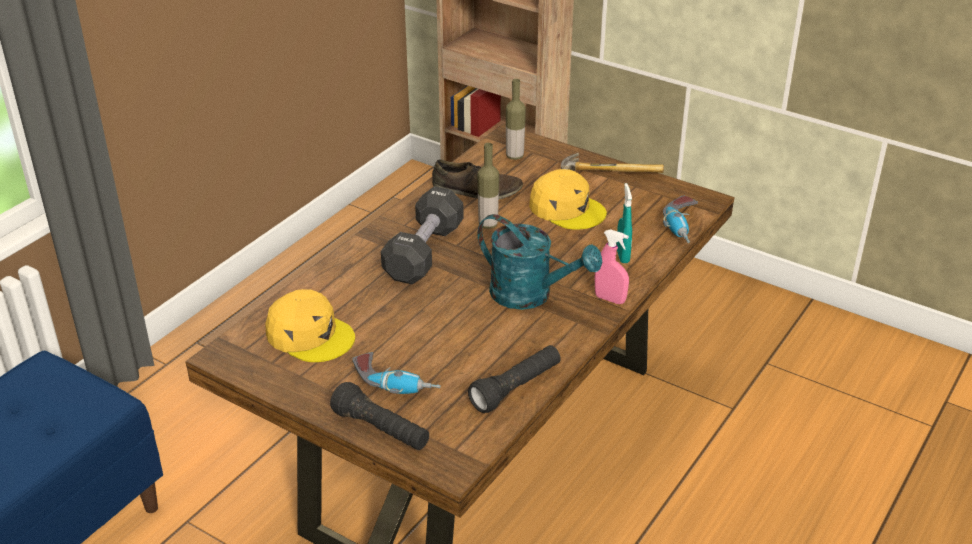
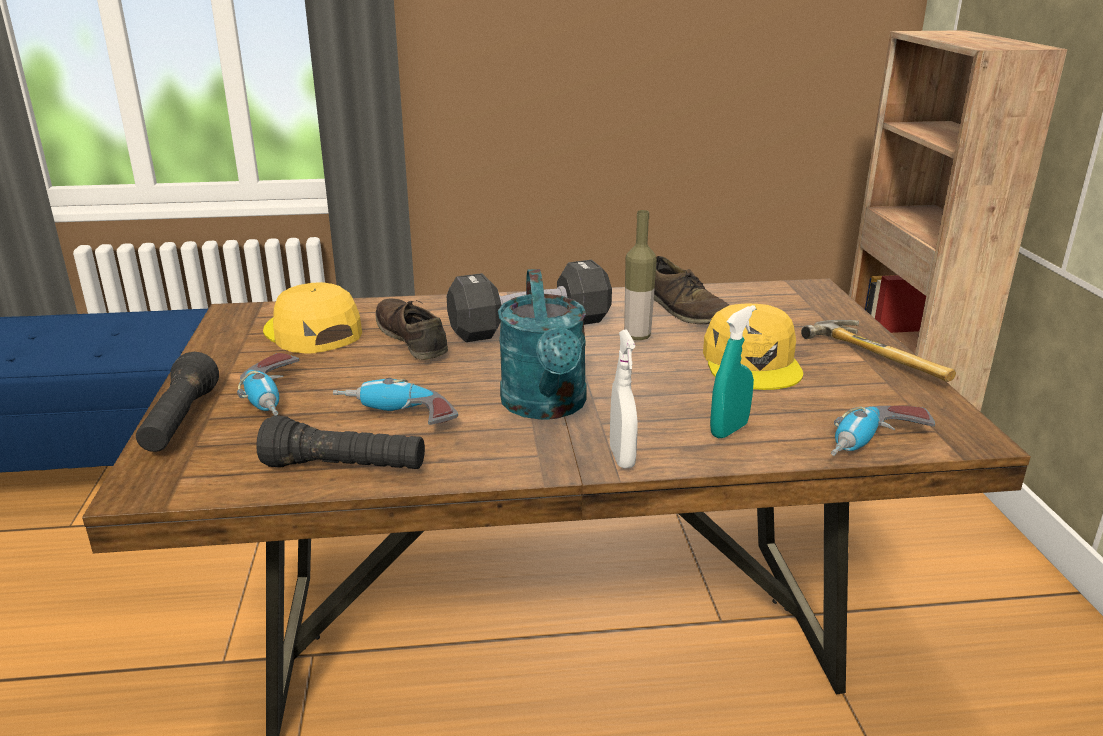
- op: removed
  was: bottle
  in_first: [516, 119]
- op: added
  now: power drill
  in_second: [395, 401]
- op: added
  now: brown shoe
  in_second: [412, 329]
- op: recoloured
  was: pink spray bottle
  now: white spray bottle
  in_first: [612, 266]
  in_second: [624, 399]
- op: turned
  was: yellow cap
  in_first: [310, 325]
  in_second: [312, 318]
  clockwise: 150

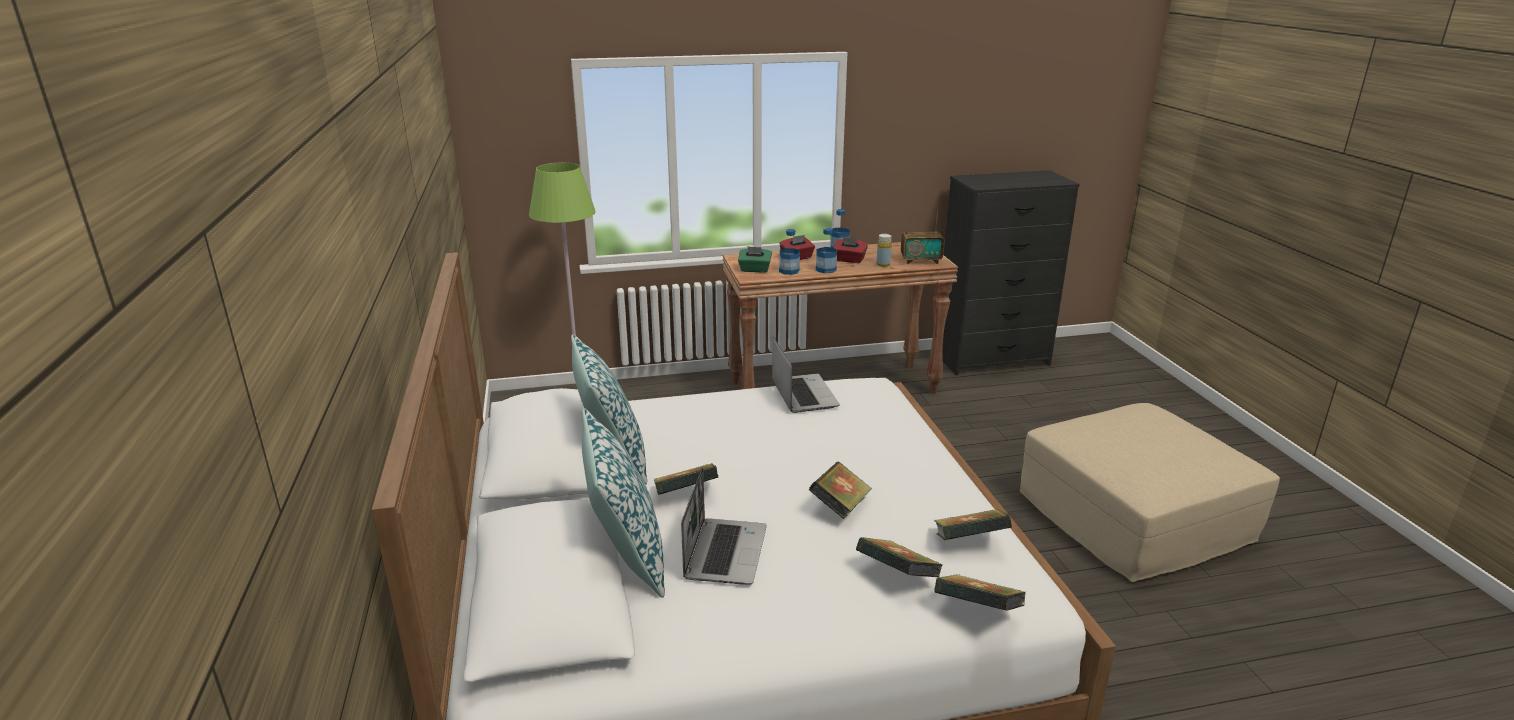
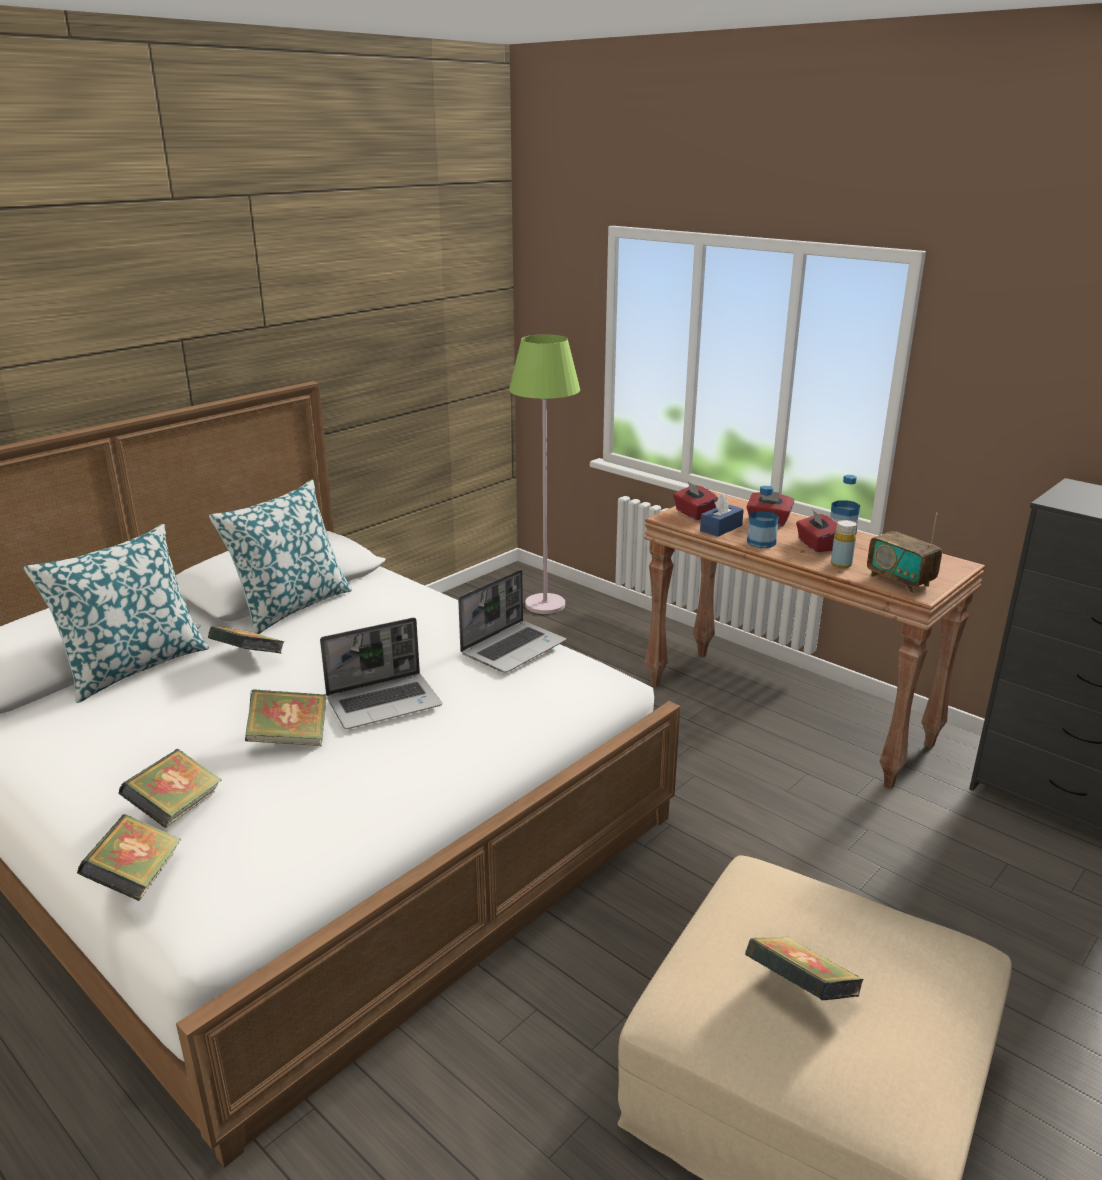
- op: moved
  was: laptop
  in_first: [724, 526]
  in_second: [381, 673]
- op: moved
  was: book
  in_first: [973, 524]
  in_second: [804, 968]
- op: replaced
  was: bottle
  now: blue tissue box
  in_first: [789, 252]
  in_second: [722, 515]
- op: recoloured
  was: green tissue box
  now: red tissue box
  in_first: [755, 259]
  in_second: [695, 501]

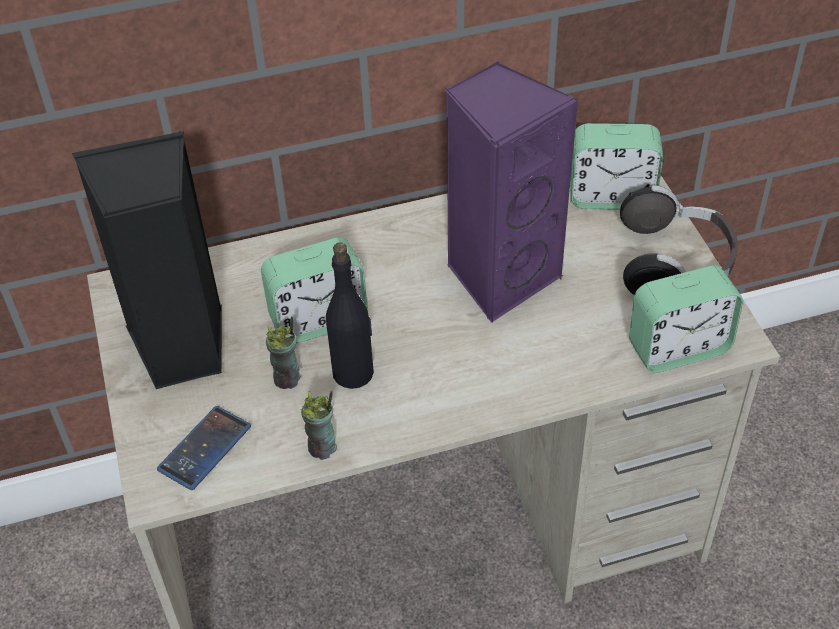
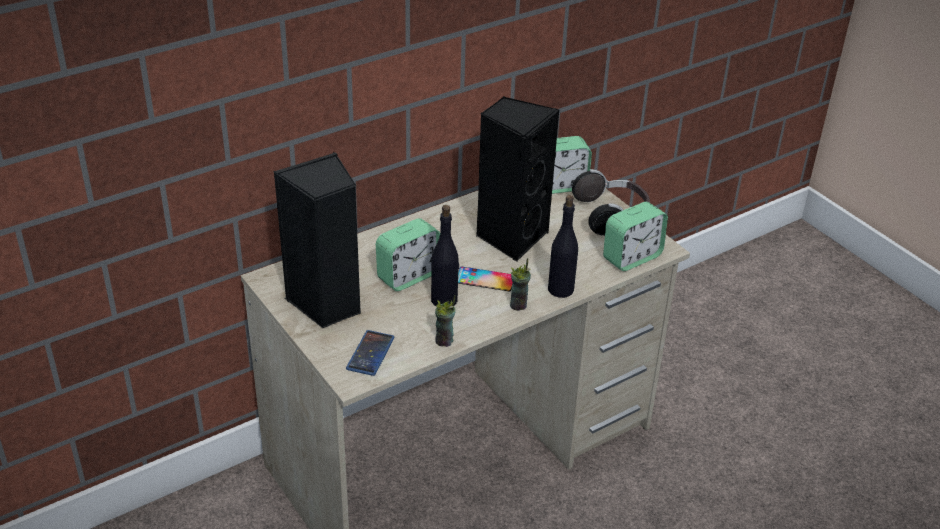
- op: added
  now: phone
  in_second: [485, 279]
- op: added
  now: black bottle
  in_second: [563, 246]
- op: moved
  was: cup
  in_first: [283, 352]
  in_second: [520, 284]
- op: recoloured
  was: purple speaker
  now: black speaker
  in_first: [511, 192]
  in_second: [517, 179]

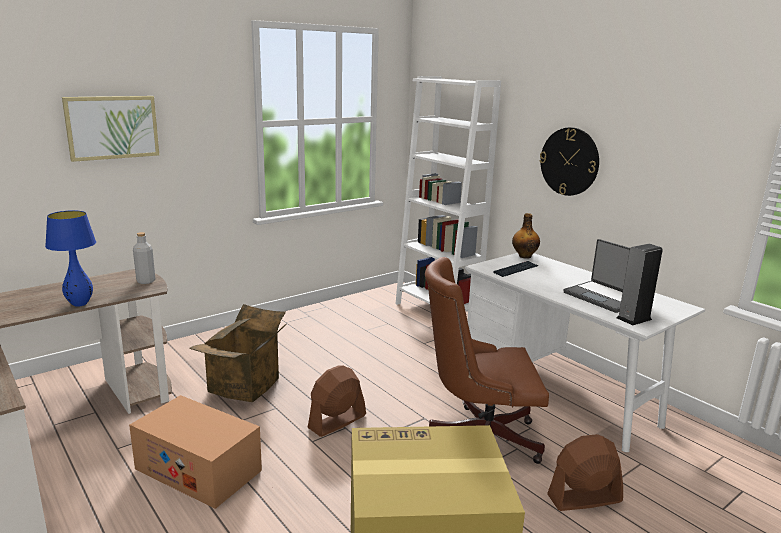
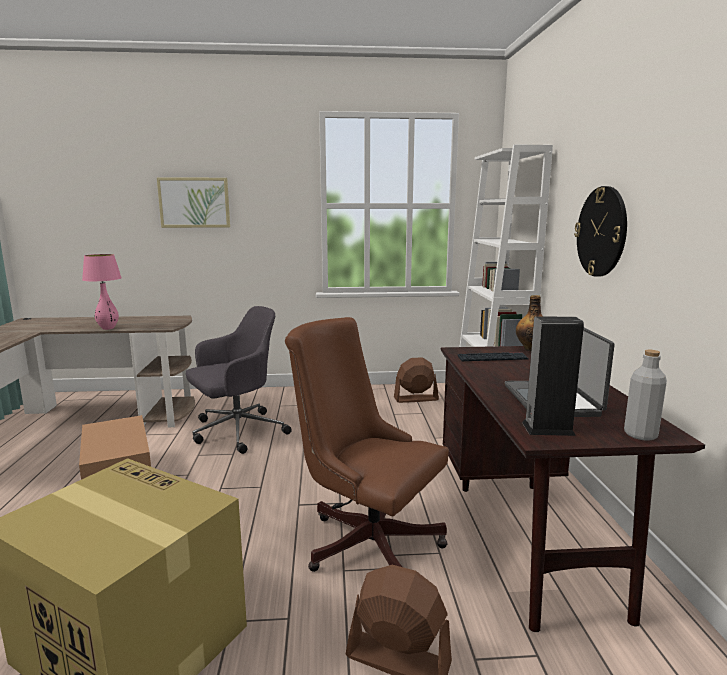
- op: moved
  was: grey bottle
  in_first: [144, 258]
  in_second: [645, 395]
- op: moved
  was: brown fan
  in_first: [337, 401]
  in_second: [416, 380]
- op: replaced
  was: cardboard box
  now: grey office chair
  in_first: [238, 353]
  in_second: [239, 380]
- op: recoloured
  was: blue table lamp
  now: pink table lamp
  in_first: [70, 258]
  in_second: [102, 292]
- op: recoloured
  was: white desk
  now: brown desk
  in_first: [585, 352]
  in_second: [573, 489]

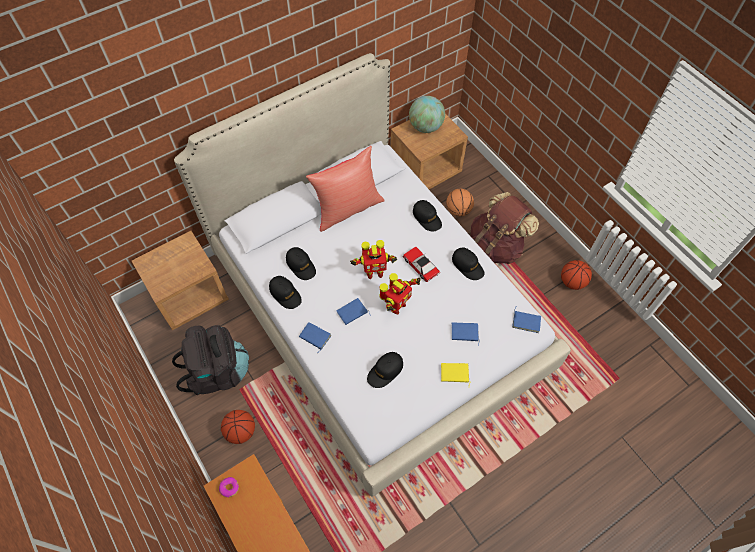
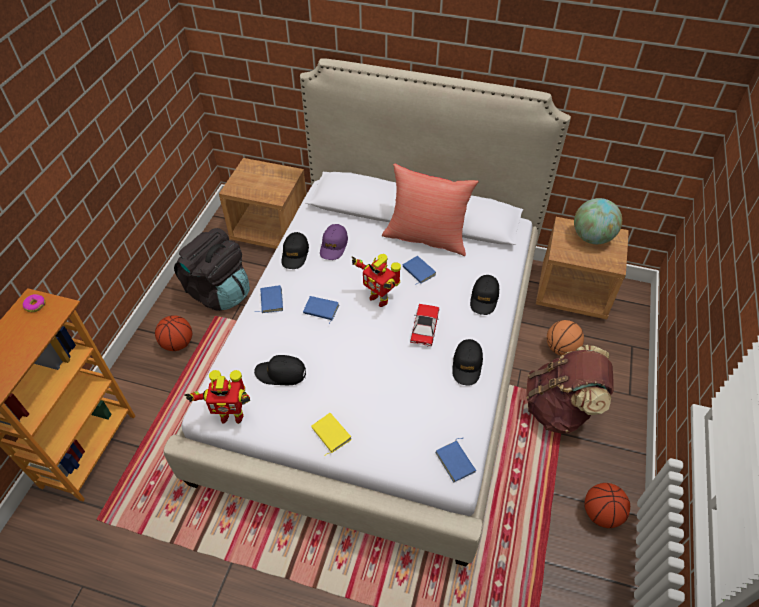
- op: moved
  was: toy robot
  in_first: [400, 293]
  in_second: [217, 397]
- op: moved
  was: blue book
  in_first: [466, 334]
  in_second: [419, 270]
- op: recoloured
  was: black cap
  now: purple cap
  in_first: [301, 263]
  in_second: [334, 242]

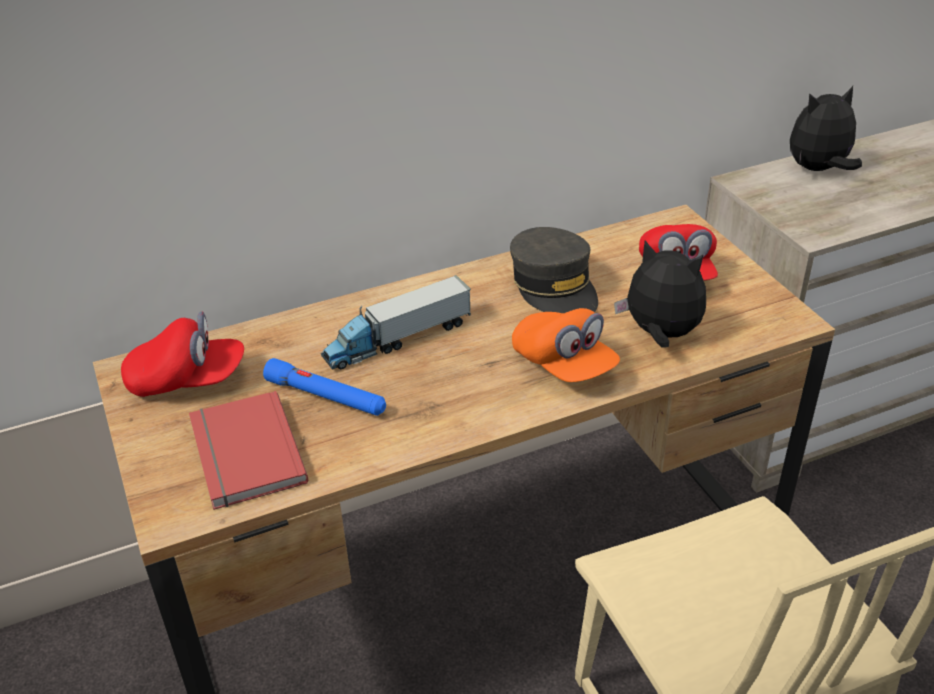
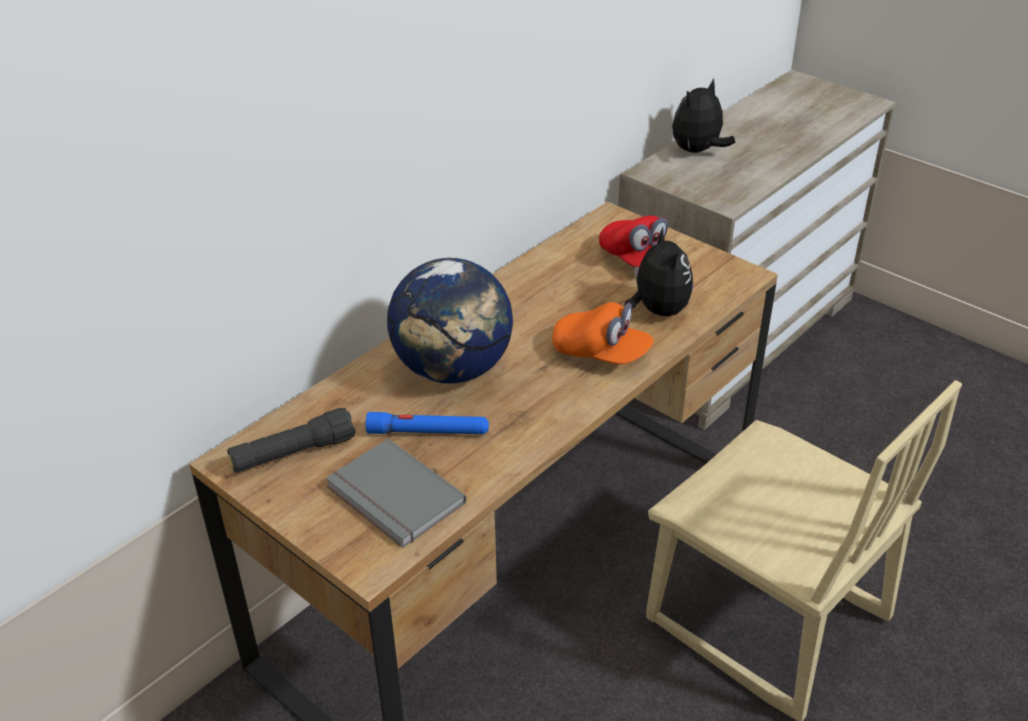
- op: removed
  was: grey cap
  in_first: [554, 270]
- op: replaced
  was: red cap
  now: black flashlight
  in_first: [182, 354]
  in_second: [291, 440]
- op: replaced
  was: toy truck
  now: globe
  in_first: [396, 322]
  in_second: [450, 321]
- op: recoloured
  was: red book
  now: grey book
  in_first: [248, 450]
  in_second: [396, 493]
- op: turned
  was: plush toy
  in_first: [660, 294]
  in_second: [658, 271]
  clockwise: 75

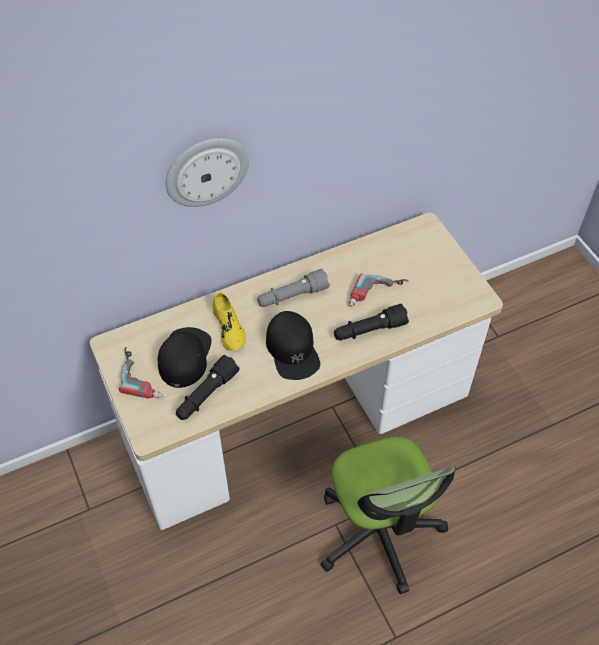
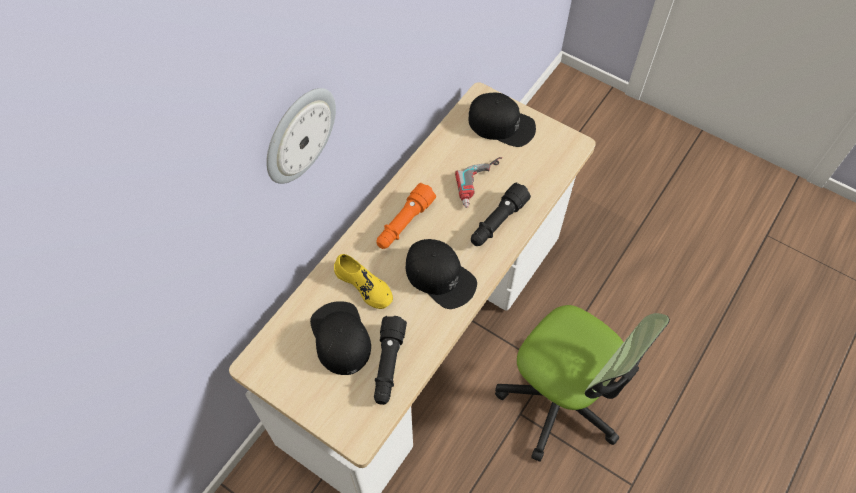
- op: removed
  was: power drill
  in_first: [141, 373]
- op: added
  now: black cap
  in_second: [502, 120]
- op: recoloured
  was: grey flashlight
  now: orange flashlight
  in_first: [293, 288]
  in_second: [406, 216]

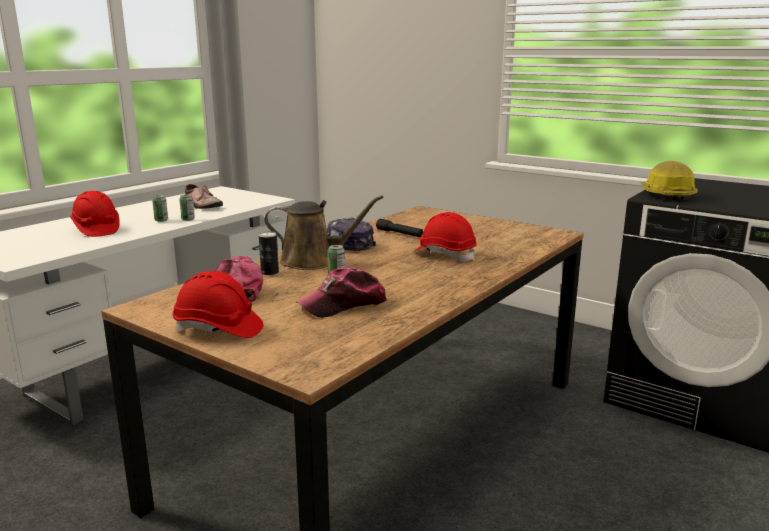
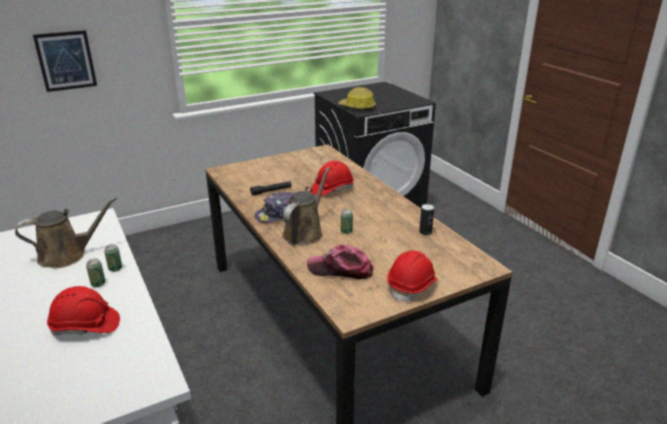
- op: removed
  was: cap
  in_first: [341, 293]
- op: added
  now: picture
  in_second: [65, 61]
- op: moved
  was: can
  in_first: [269, 253]
  in_second: [426, 219]
- op: replaced
  was: shoe
  now: brown watering can
  in_first: [204, 196]
  in_second: [66, 232]

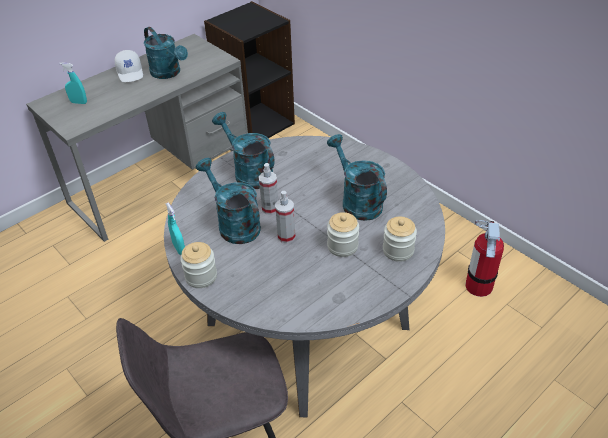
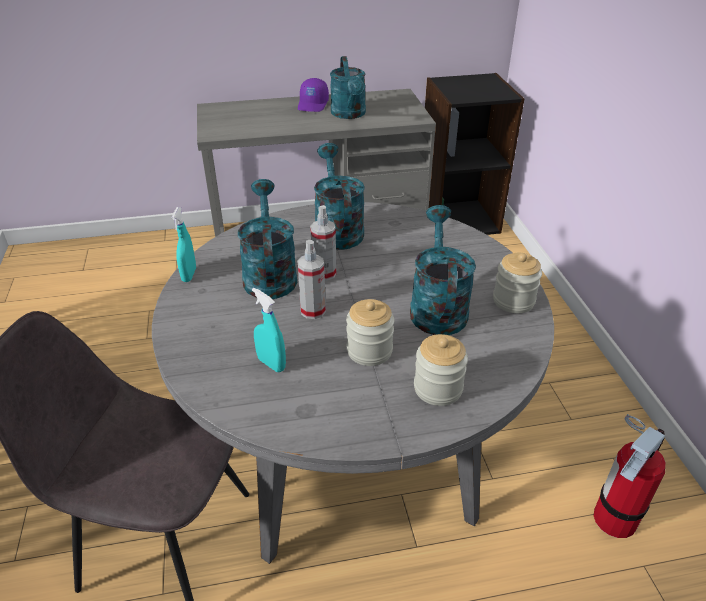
- op: moved
  was: turquoise spray bottle
  in_first: [73, 83]
  in_second: [269, 330]
- op: moved
  was: jar
  in_first: [198, 265]
  in_second: [517, 283]
- op: recoloured
  was: white cap
  now: purple cap
  in_first: [129, 66]
  in_second: [313, 95]

